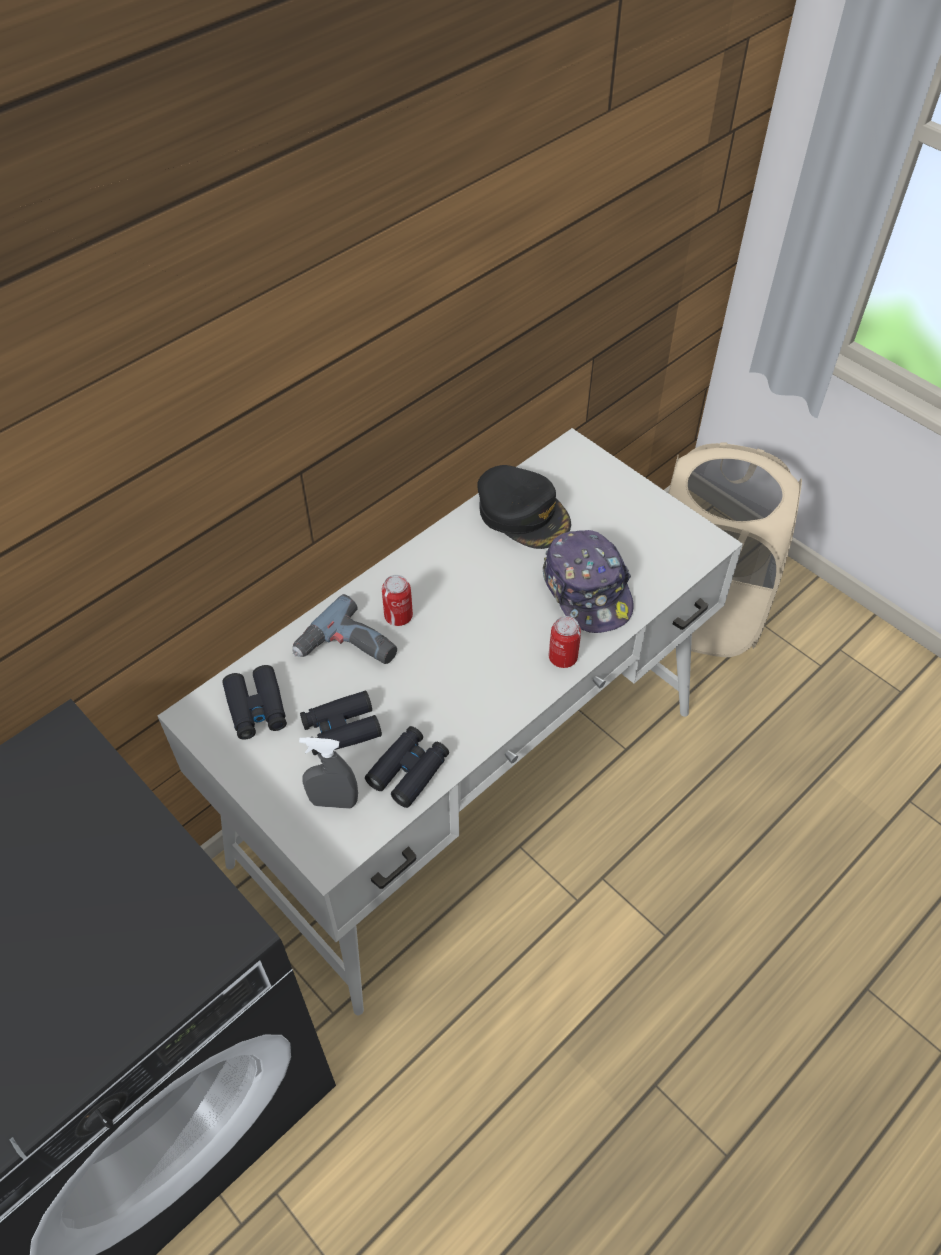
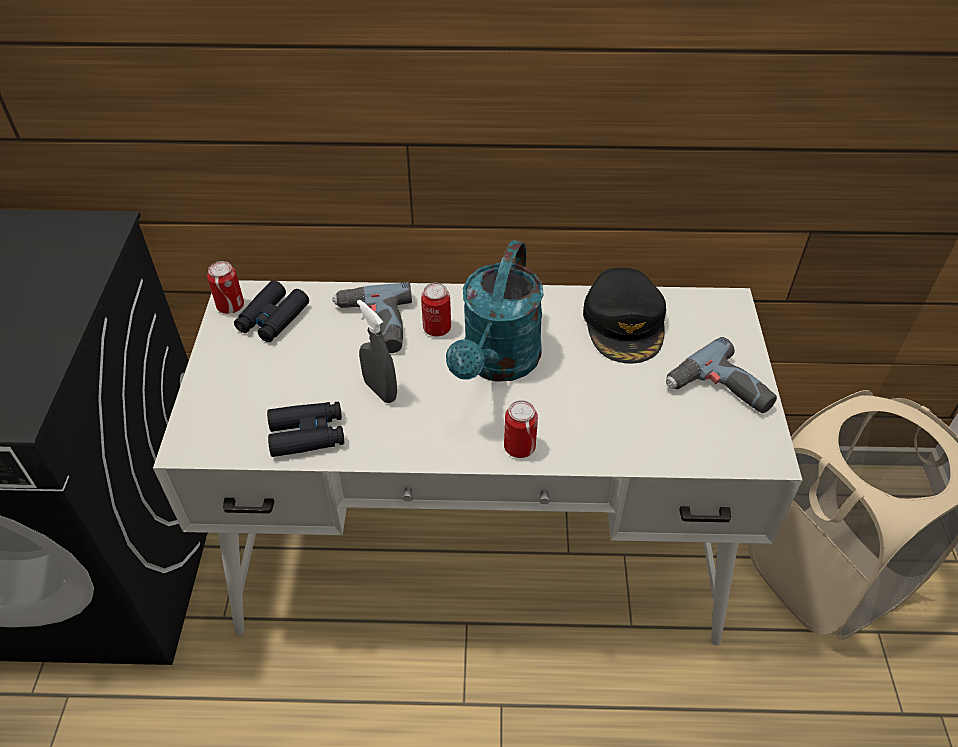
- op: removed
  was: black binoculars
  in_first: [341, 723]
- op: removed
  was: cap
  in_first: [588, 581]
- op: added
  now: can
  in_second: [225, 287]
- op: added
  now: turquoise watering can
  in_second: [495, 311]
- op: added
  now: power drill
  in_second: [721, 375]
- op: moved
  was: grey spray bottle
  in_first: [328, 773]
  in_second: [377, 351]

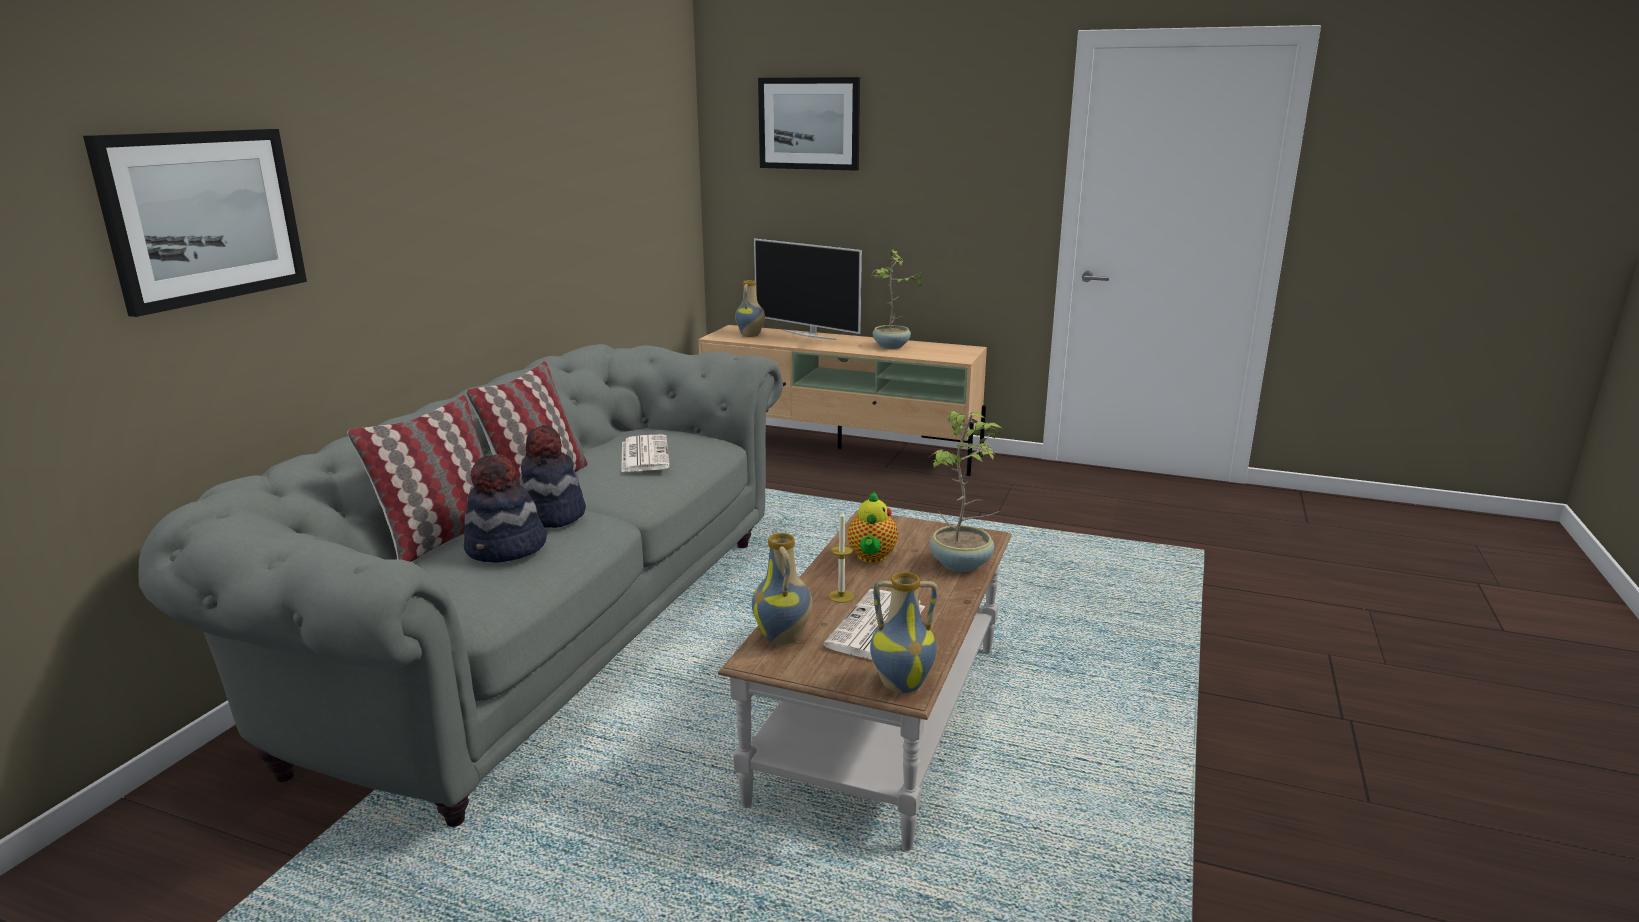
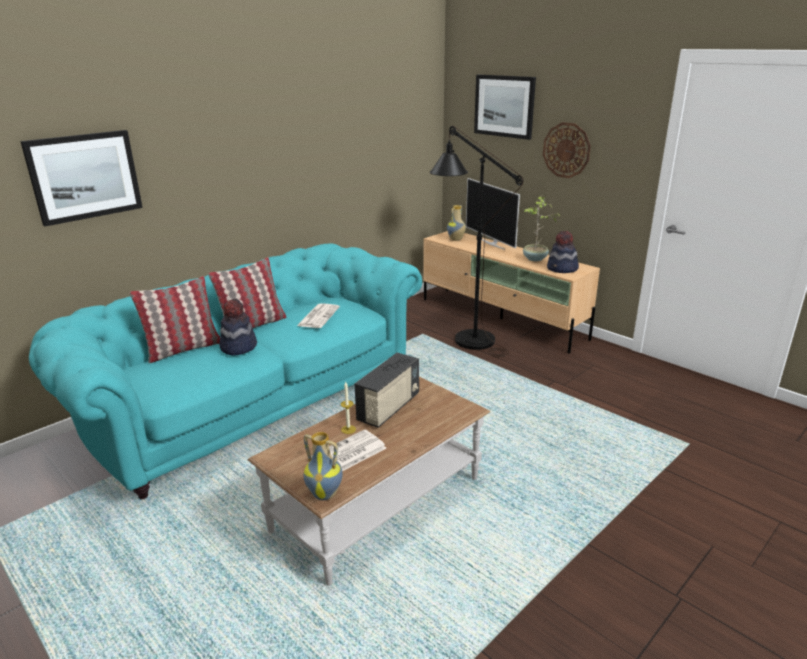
- op: removed
  was: vase
  in_first: [782, 587]
- op: removed
  was: potted plant
  in_first: [965, 491]
- op: added
  now: black floor lamp
  in_second: [476, 241]
- op: added
  now: wall clock
  in_second: [567, 150]
- op: moved
  was: hat
  in_first: [505, 508]
  in_second: [563, 252]
- op: replaced
  was: teapot
  now: radio
  in_first: [873, 527]
  in_second: [387, 390]
- op: recoloured
  was: grey sofa
  now: turquoise sofa
  in_first: [460, 585]
  in_second: [225, 371]

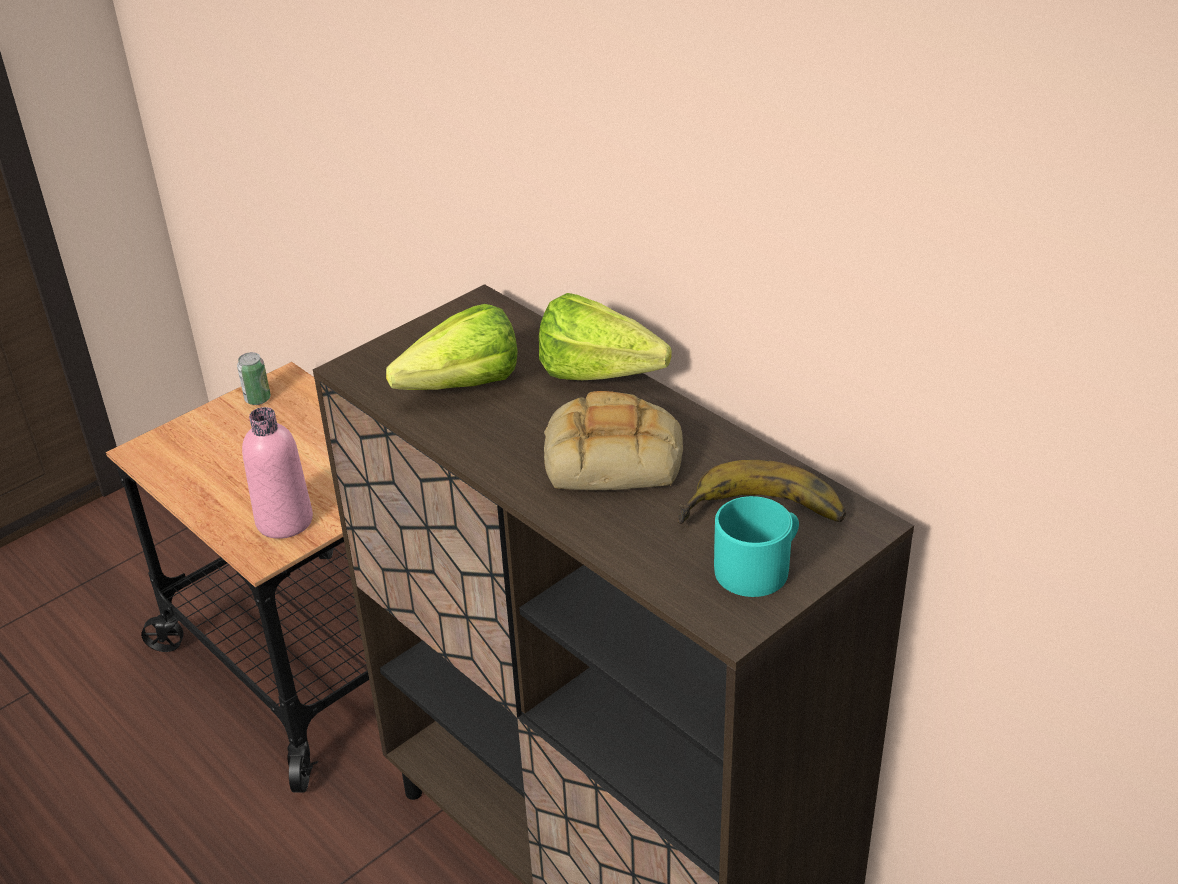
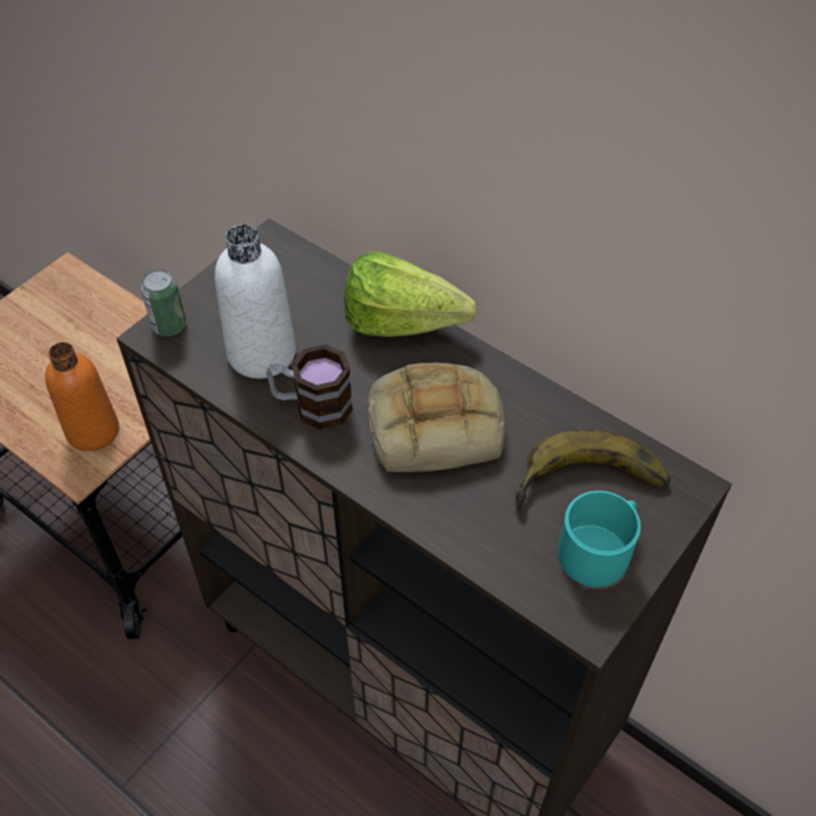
- op: added
  now: mug
  in_second: [309, 387]
- op: moved
  was: can
  in_first: [254, 378]
  in_second: [163, 302]
- op: replaced
  was: lettuce
  now: white bottle
  in_first: [451, 347]
  in_second: [255, 301]
- op: recoloured
  was: pink bottle
  now: orange bottle
  in_first: [277, 473]
  in_second: [82, 396]

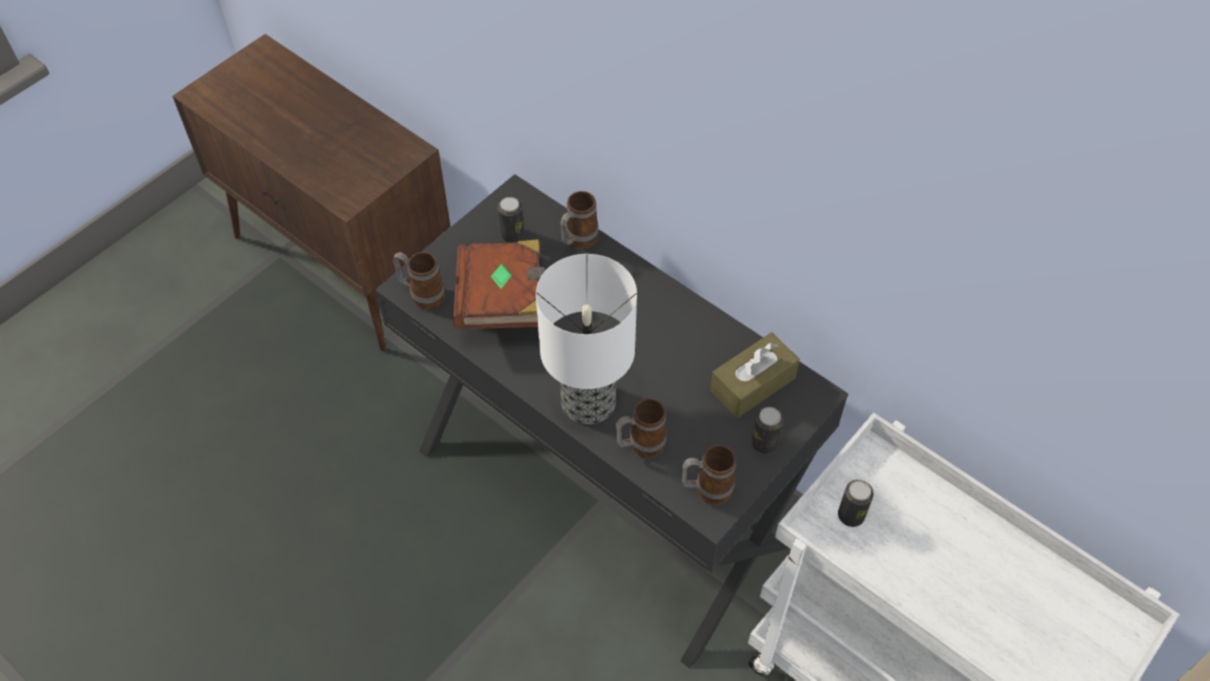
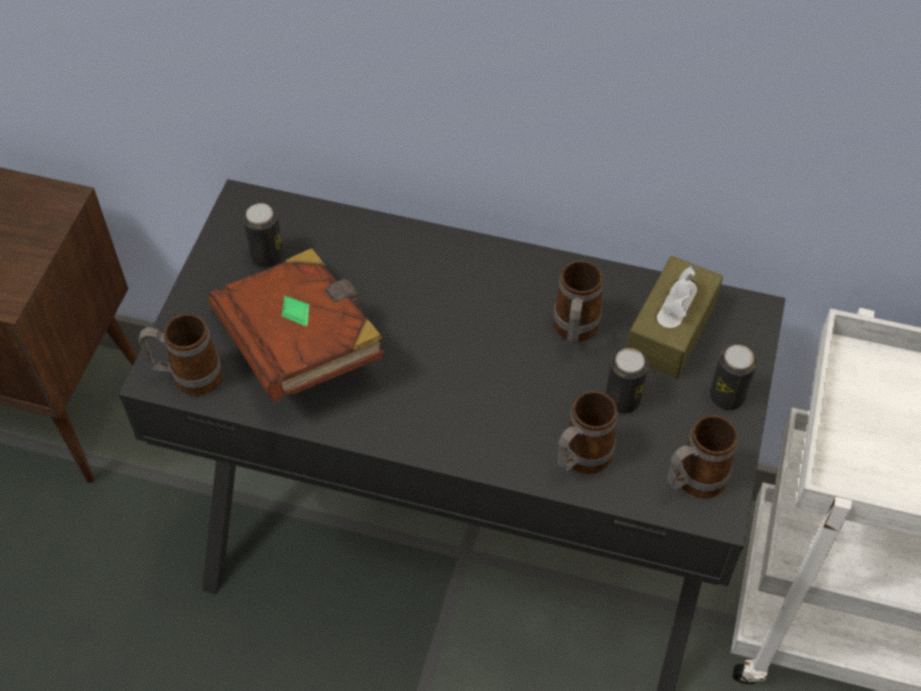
- op: removed
  was: table lamp
  in_first: [586, 339]
- op: moved
  was: mug
  in_first: [579, 219]
  in_second: [578, 301]
- op: moved
  was: can
  in_first: [856, 503]
  in_second: [626, 381]

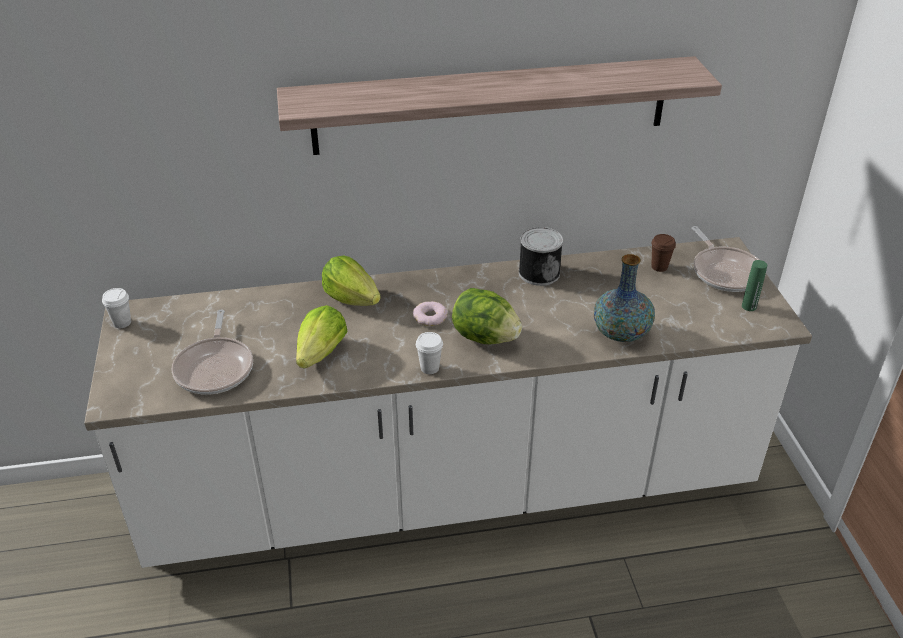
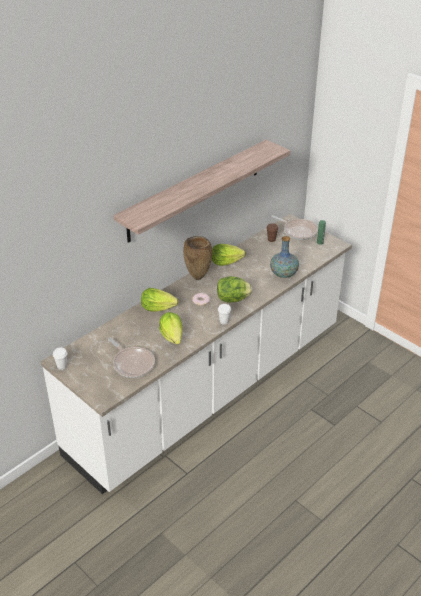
- op: added
  now: brown vase
  in_second: [197, 258]
- op: replaced
  was: can
  now: lettuce
  in_first: [541, 256]
  in_second: [229, 255]

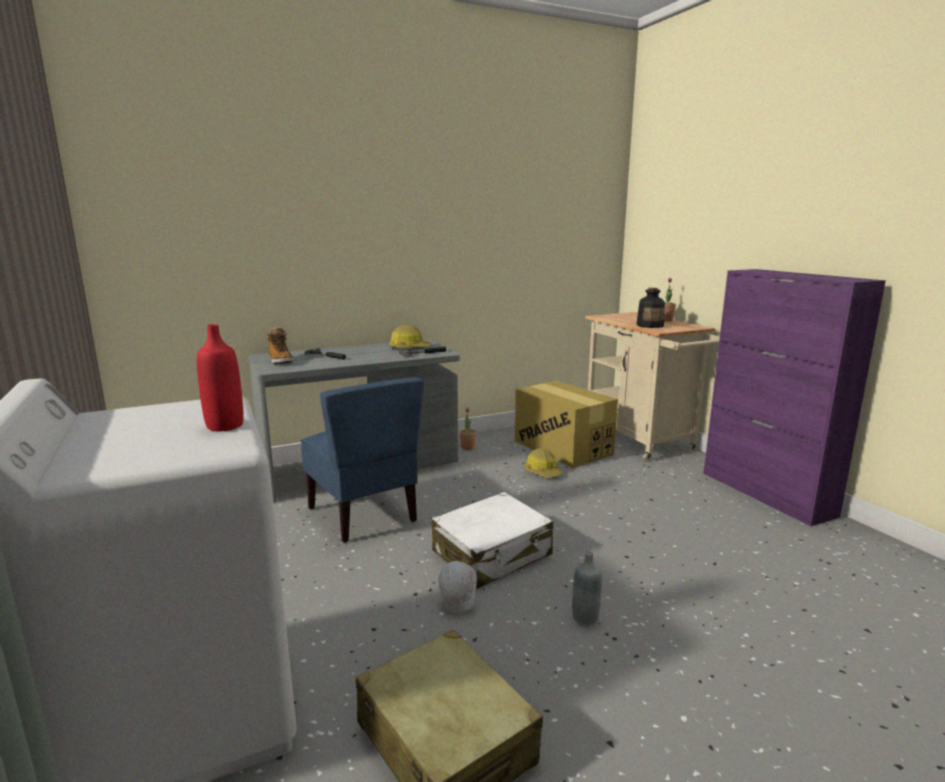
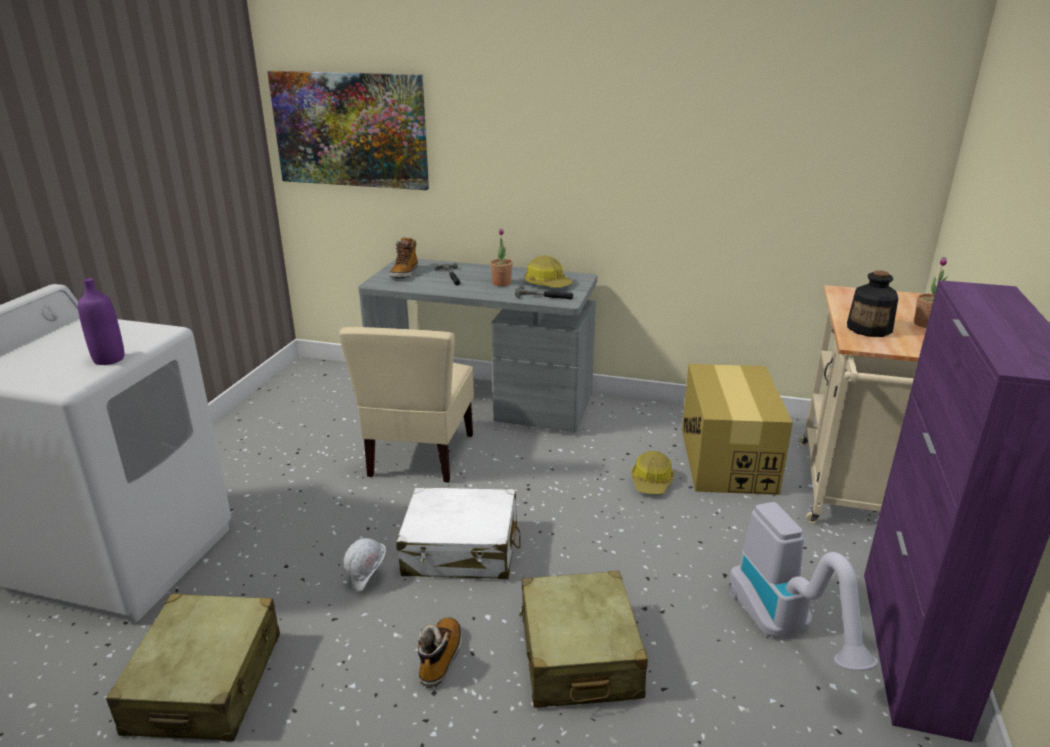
- op: added
  now: picture
  in_second: [348, 130]
- op: added
  now: beige suitcase
  in_second: [583, 639]
- op: added
  now: vacuum cleaner
  in_second: [804, 586]
- op: moved
  was: potted plant
  in_first: [468, 428]
  in_second: [501, 257]
- op: replaced
  was: grey bottle
  now: boot
  in_first: [587, 588]
  in_second: [439, 652]
- op: recoloured
  was: red bottle
  now: purple bottle
  in_first: [220, 377]
  in_second: [101, 321]
- op: recoloured
  was: blue chair
  now: beige chair
  in_first: [362, 460]
  in_second: [406, 405]

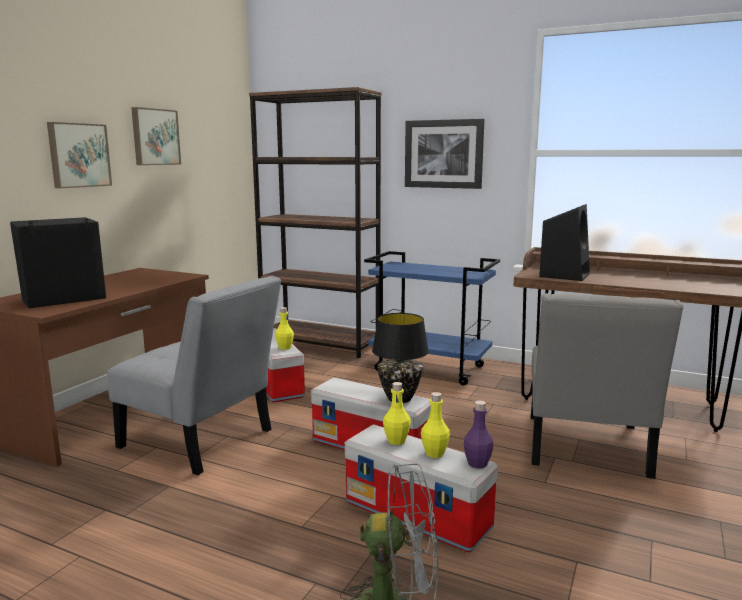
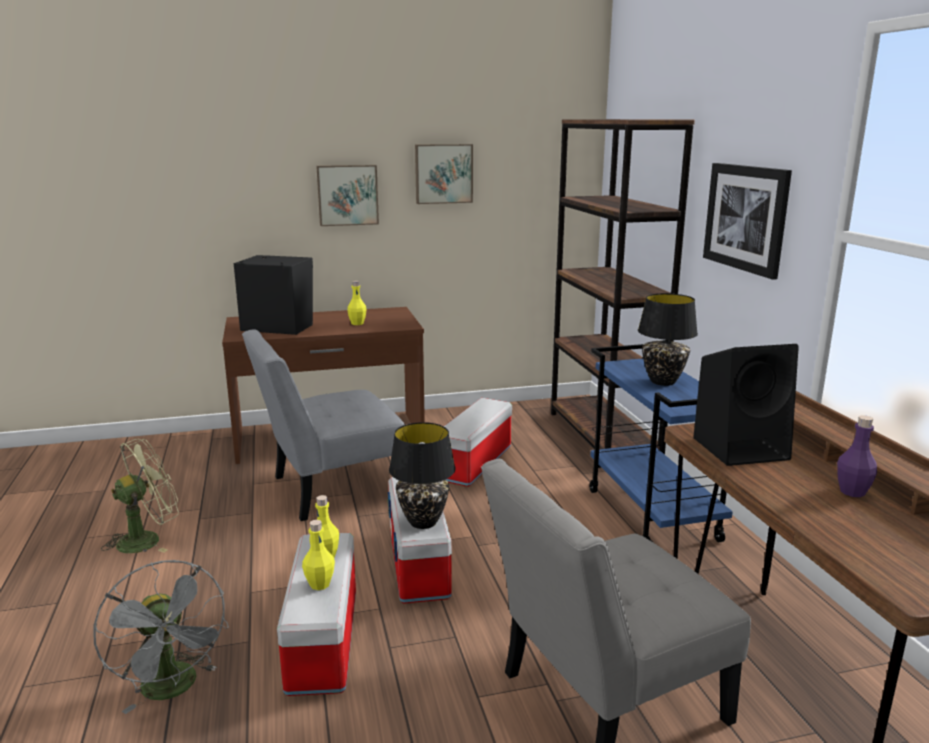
- op: added
  now: green fan
  in_second: [140, 496]
- op: added
  now: black table lamp
  in_second: [668, 339]
- op: moved
  was: yellow bottle
  in_first: [284, 328]
  in_second: [356, 303]
- op: moved
  was: purple bottle
  in_first: [478, 434]
  in_second: [857, 456]
- op: turned
  was: grey chair
  in_first: [194, 375]
  in_second: [323, 425]
  clockwise: 75

